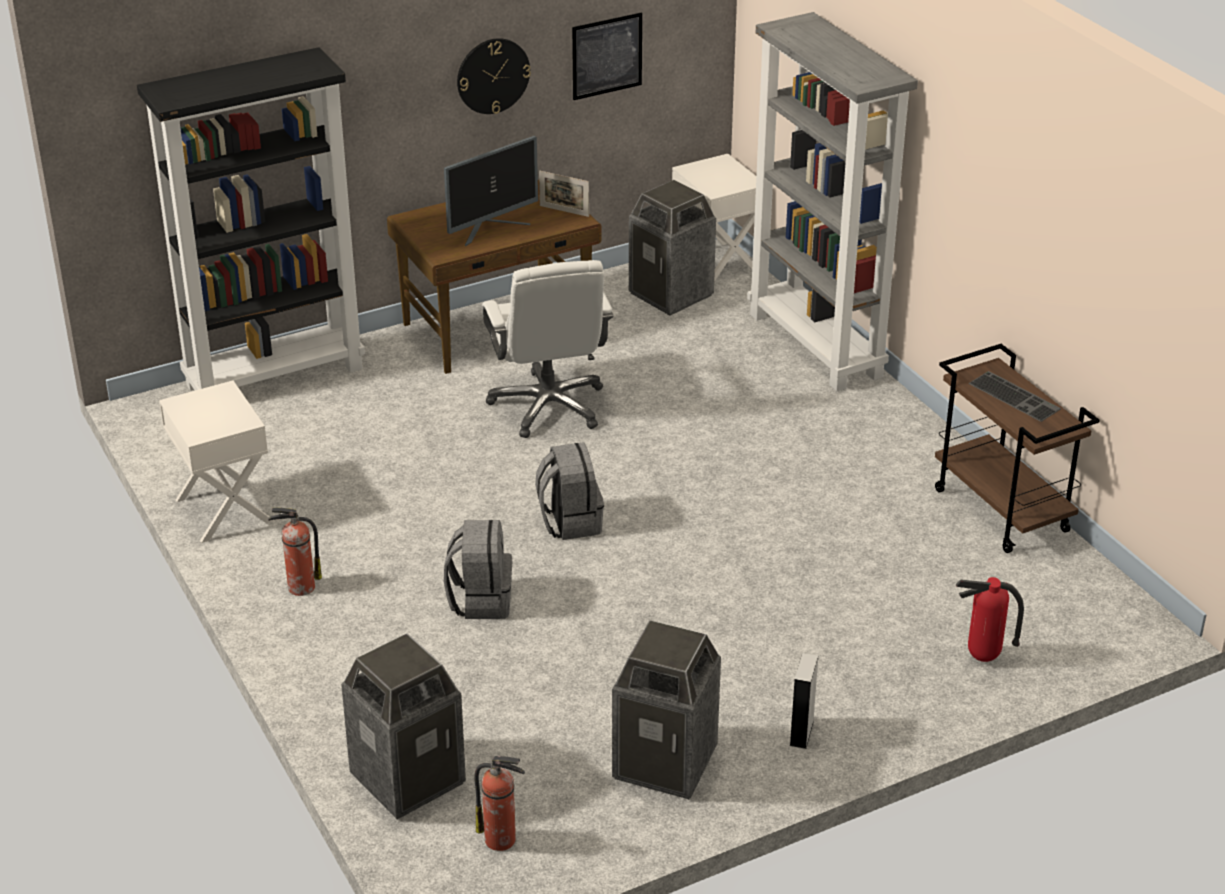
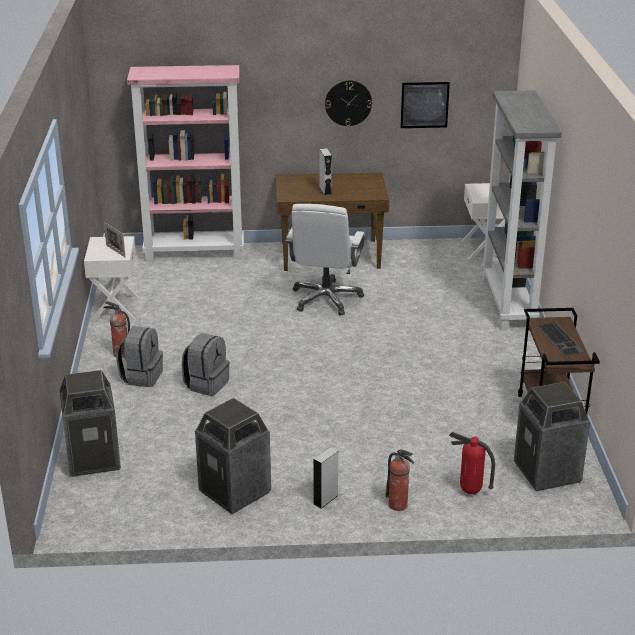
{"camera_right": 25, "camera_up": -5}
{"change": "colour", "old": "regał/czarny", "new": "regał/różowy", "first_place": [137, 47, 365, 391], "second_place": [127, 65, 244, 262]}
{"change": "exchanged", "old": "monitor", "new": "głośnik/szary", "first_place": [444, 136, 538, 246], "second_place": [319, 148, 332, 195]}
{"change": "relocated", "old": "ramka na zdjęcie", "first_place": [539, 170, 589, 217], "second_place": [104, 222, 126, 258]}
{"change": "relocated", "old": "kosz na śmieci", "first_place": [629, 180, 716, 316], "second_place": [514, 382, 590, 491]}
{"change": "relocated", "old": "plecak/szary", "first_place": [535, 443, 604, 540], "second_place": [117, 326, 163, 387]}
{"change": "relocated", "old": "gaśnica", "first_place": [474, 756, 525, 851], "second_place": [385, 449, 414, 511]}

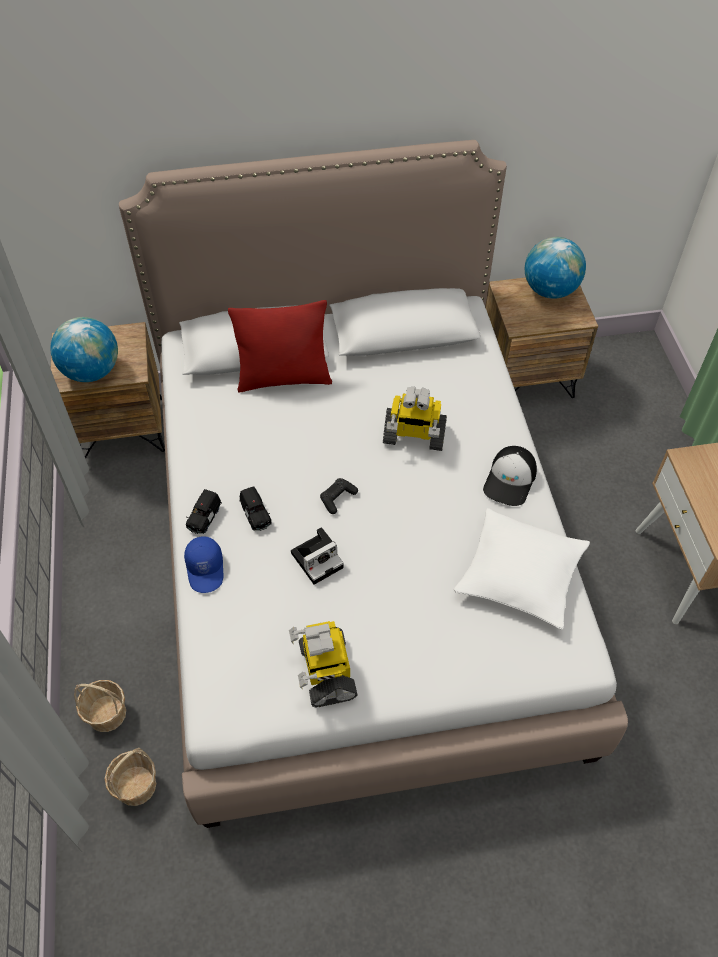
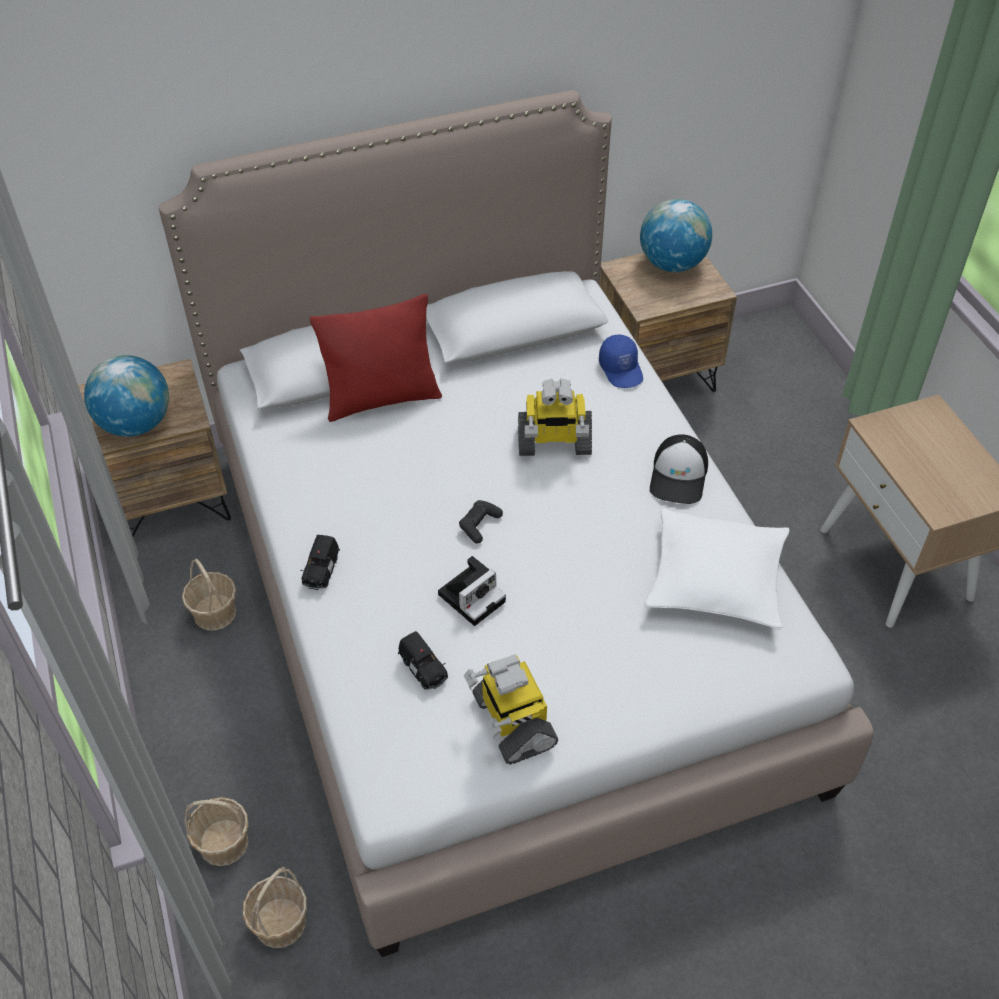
{"camera_right": -10, "camera_up": -5}
{"change": "relocated", "old": "samochodzik/czarny", "first_place": [239, 486, 272, 531], "second_place": [398, 631, 448, 690]}
{"change": "relocated", "old": "czapka z daszkiem/niebieski", "first_place": [184, 536, 223, 593], "second_place": [599, 334, 643, 388]}
{"change": "appeared", "new": "koszyk", "second_place": [182, 559, 237, 630]}

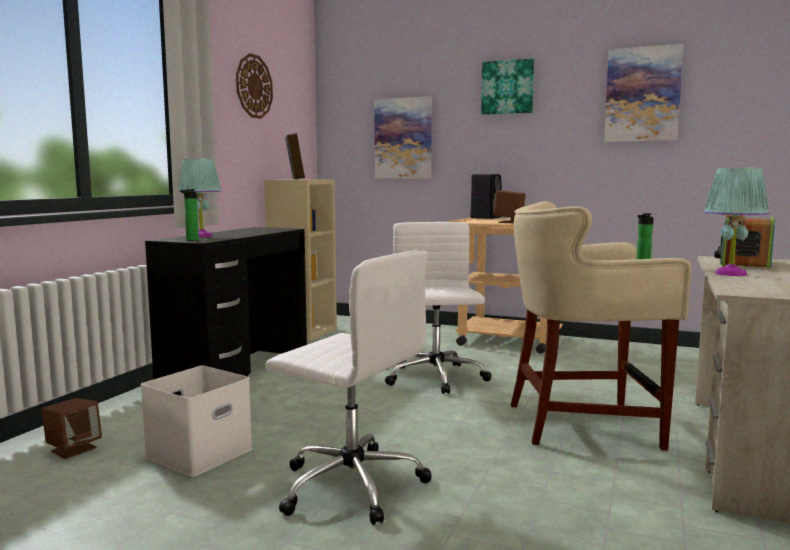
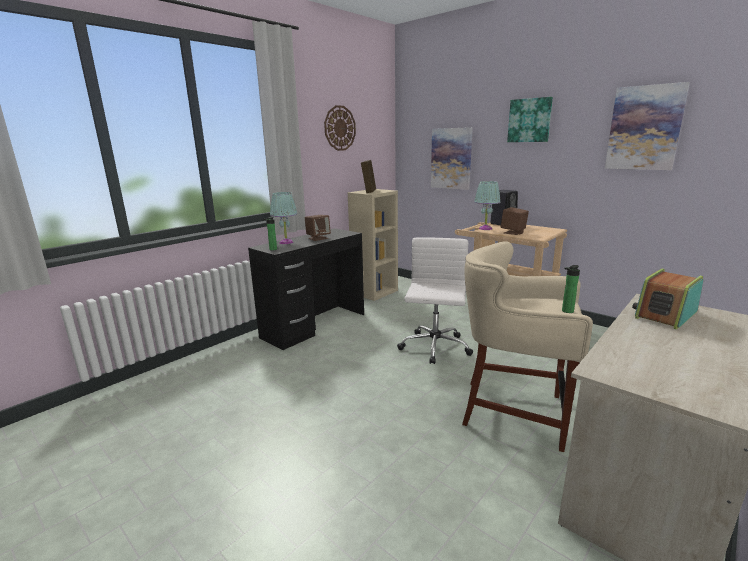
{"camera_right": 20, "camera_up": 10}
{"change": "relocated", "old": "lampa stołowa/turkusowy", "first_place": [704, 168, 769, 276], "second_place": [474, 181, 500, 230]}
{"change": "missing", "old": "krzesło biurowe/biały", "first_place": [265, 250, 432, 525]}
{"change": "missing", "old": "pojemnik do przechowywania/biały", "first_place": [141, 366, 253, 477]}
{"change": "relocated", "old": "głośnik/brązowy", "first_place": [42, 398, 102, 459], "second_place": [305, 215, 331, 241]}

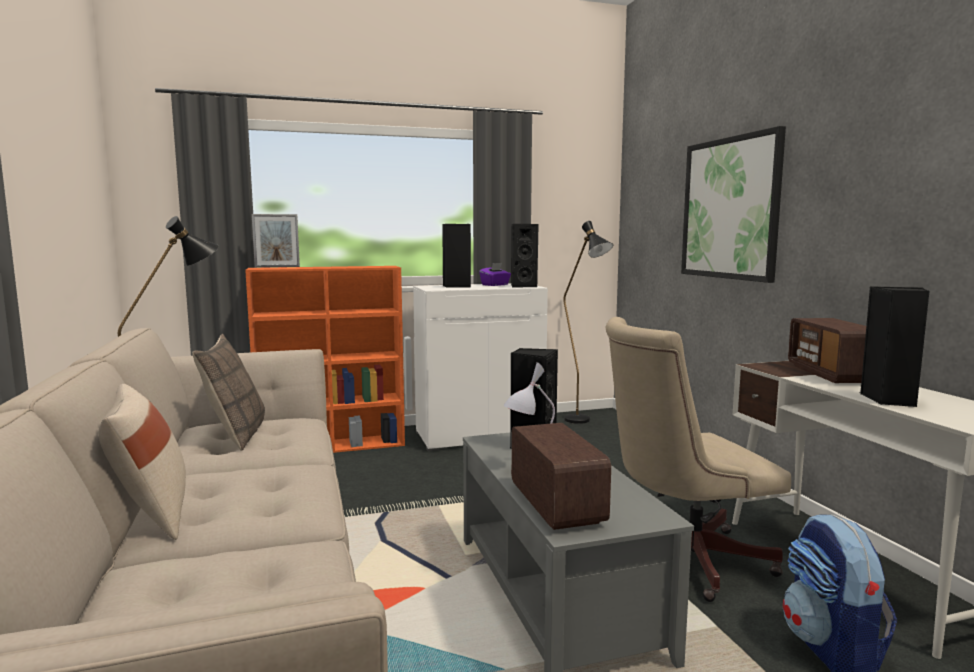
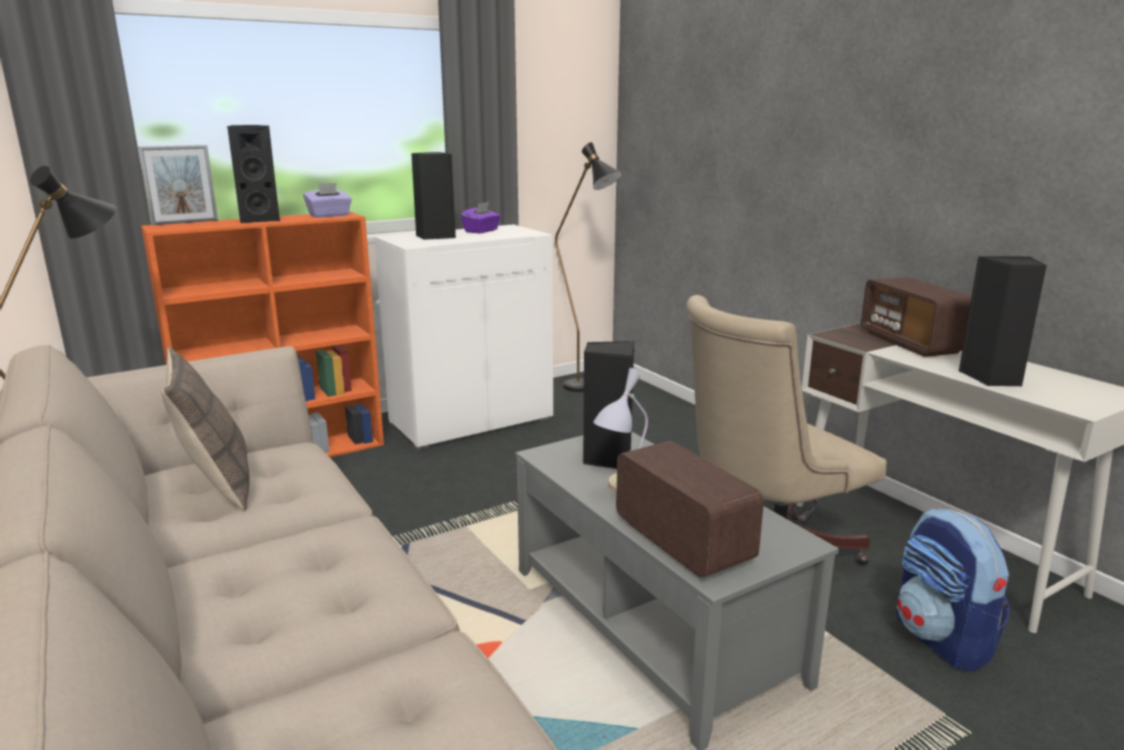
{"camera_right": -15, "camera_up": 10}
{"change": "missing", "old": "obraz", "first_place": [681, 126, 786, 283]}
{"change": "relocated", "old": "głośnik/czarny", "first_place": [511, 224, 539, 288], "second_place": [227, 125, 280, 223]}
{"change": "missing", "old": "poduszka/beżowy", "first_place": [99, 384, 186, 540]}
{"change": "appeared", "new": "pudełko chusteczek/fioletowy", "second_place": [303, 183, 352, 218]}

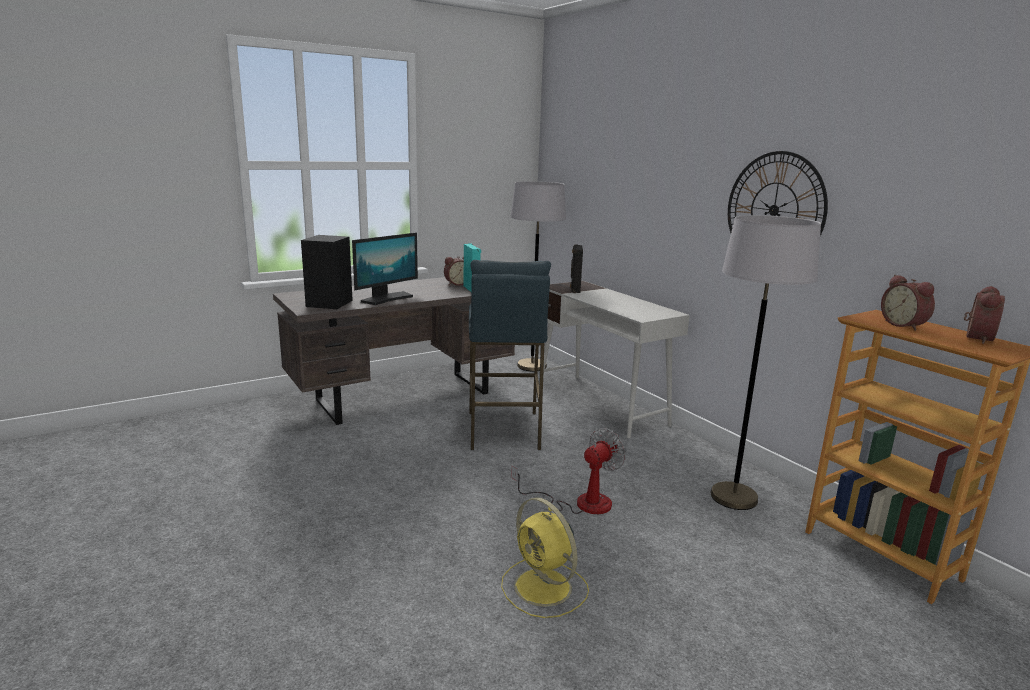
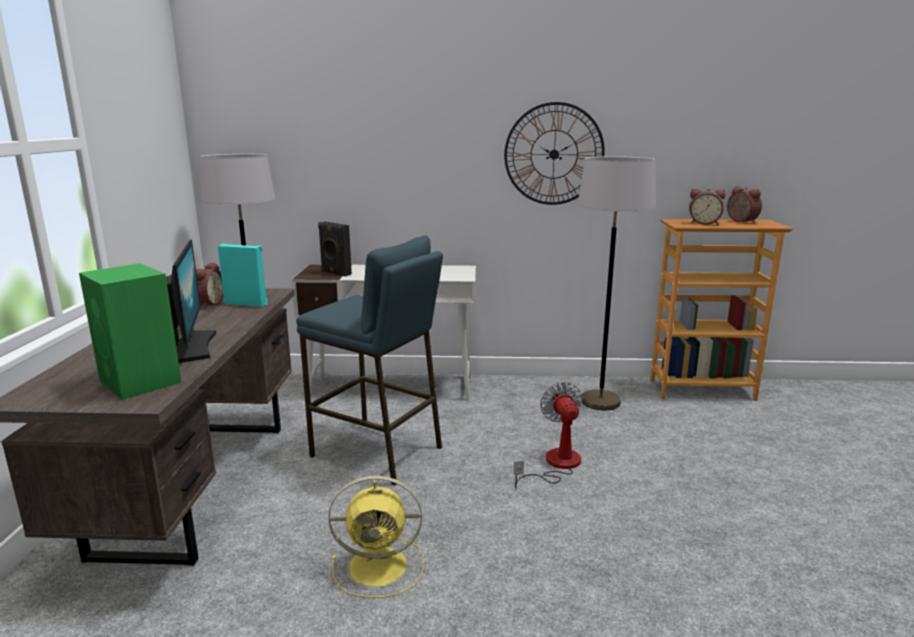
{"camera_right": -55, "camera_up": 0}
{"change": "colour", "old": "głośnik/czarny", "new": "głośnik/zielony", "first_place": [301, 235, 353, 309], "second_place": [79, 263, 182, 400]}
{"change": "relocated", "old": "wentylator/żółty", "first_place": [501, 497, 589, 618], "second_place": [328, 476, 424, 598]}

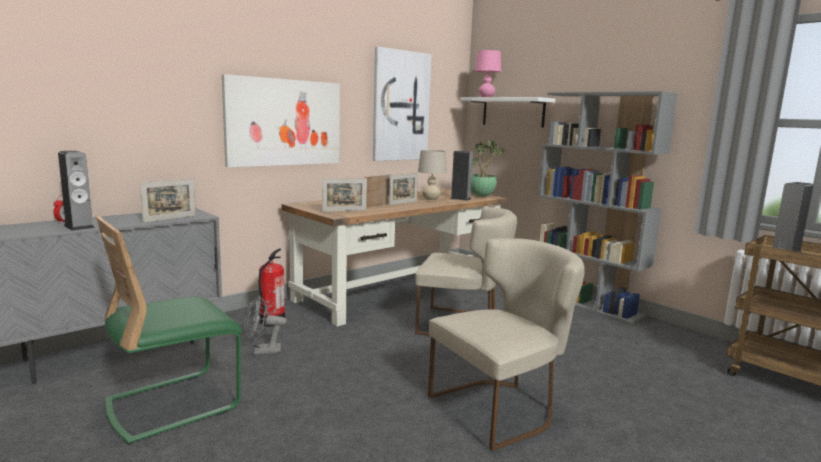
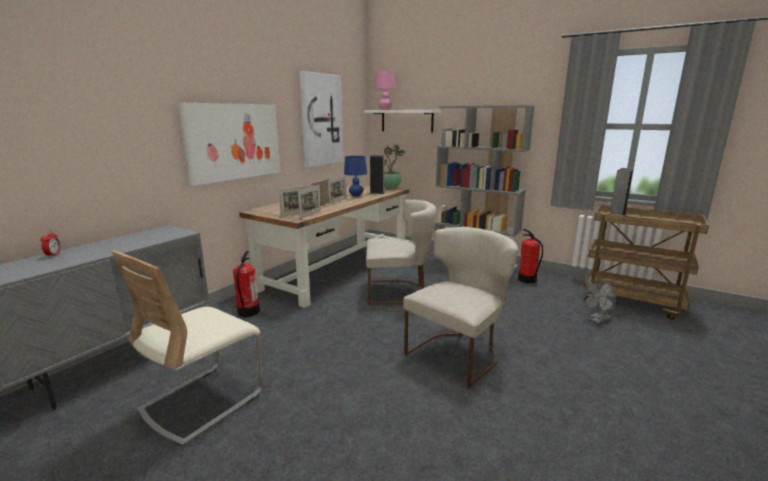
{"camera_right": -15, "camera_up": 5}
{"change": "colour", "old": "lampa stołowa/beżowy", "new": "lampa stołowa/niebieski", "first_place": [418, 150, 447, 201], "second_place": [344, 156, 367, 197]}
{"change": "missing", "old": "głośnik", "first_place": [58, 151, 95, 231]}
{"change": "relocated", "old": "ramka na zdjęcie", "first_place": [140, 178, 196, 223], "second_place": [298, 185, 321, 219]}
{"change": "colour", "old": "krzesło/zielony", "new": "krzesło/beżowy", "first_place": [96, 215, 243, 445], "second_place": [112, 250, 263, 447]}
{"change": "relocated", "old": "wentylator/szary", "first_place": [244, 296, 287, 355], "second_place": [582, 279, 616, 323]}
{"change": "appeared", "new": "gaśnica", "second_place": [518, 229, 543, 283]}

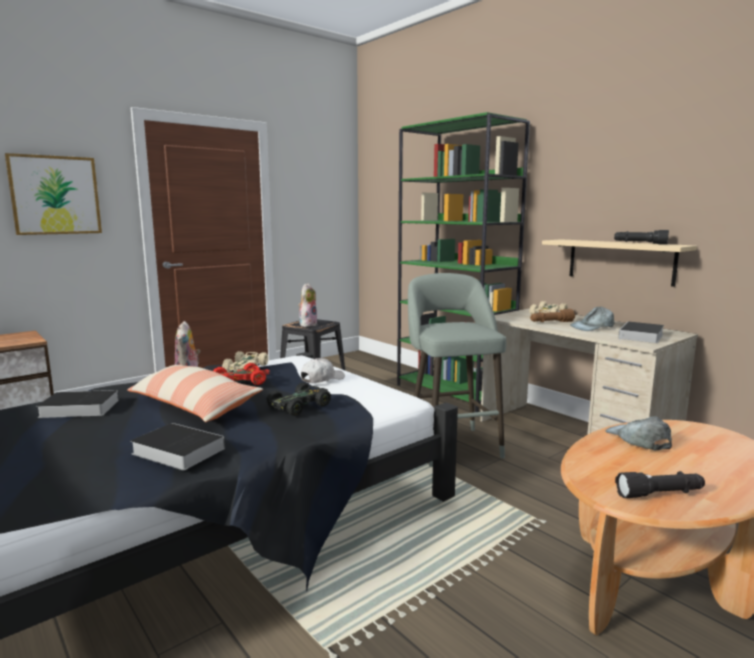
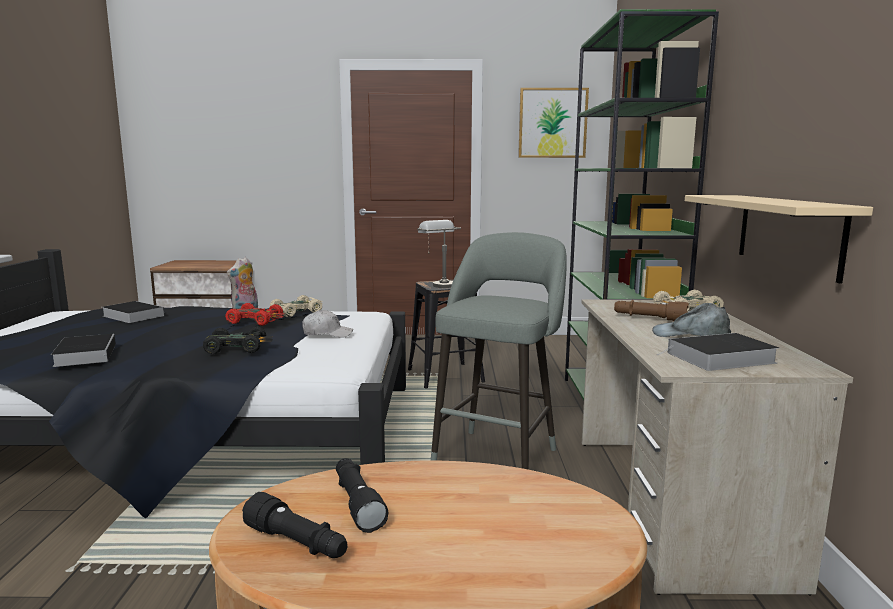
{"camera_right": 40, "camera_up": 0}
{"change": "relocated", "old": "obraz", "first_place": [5, 153, 102, 235], "second_place": [518, 88, 589, 158]}
{"change": "relocated", "old": "latarka/czarny", "first_place": [614, 230, 669, 245], "second_place": [336, 458, 388, 533]}
{"change": "exchanged", "old": "pluszak", "new": "lampa stołowa/szary", "first_place": [298, 283, 318, 327], "second_place": [417, 220, 461, 288]}
{"change": "missing", "old": "poduszka", "first_place": [127, 364, 263, 422]}
{"change": "missing", "old": "czapka z daszkiem/szary", "first_place": [605, 416, 672, 450]}

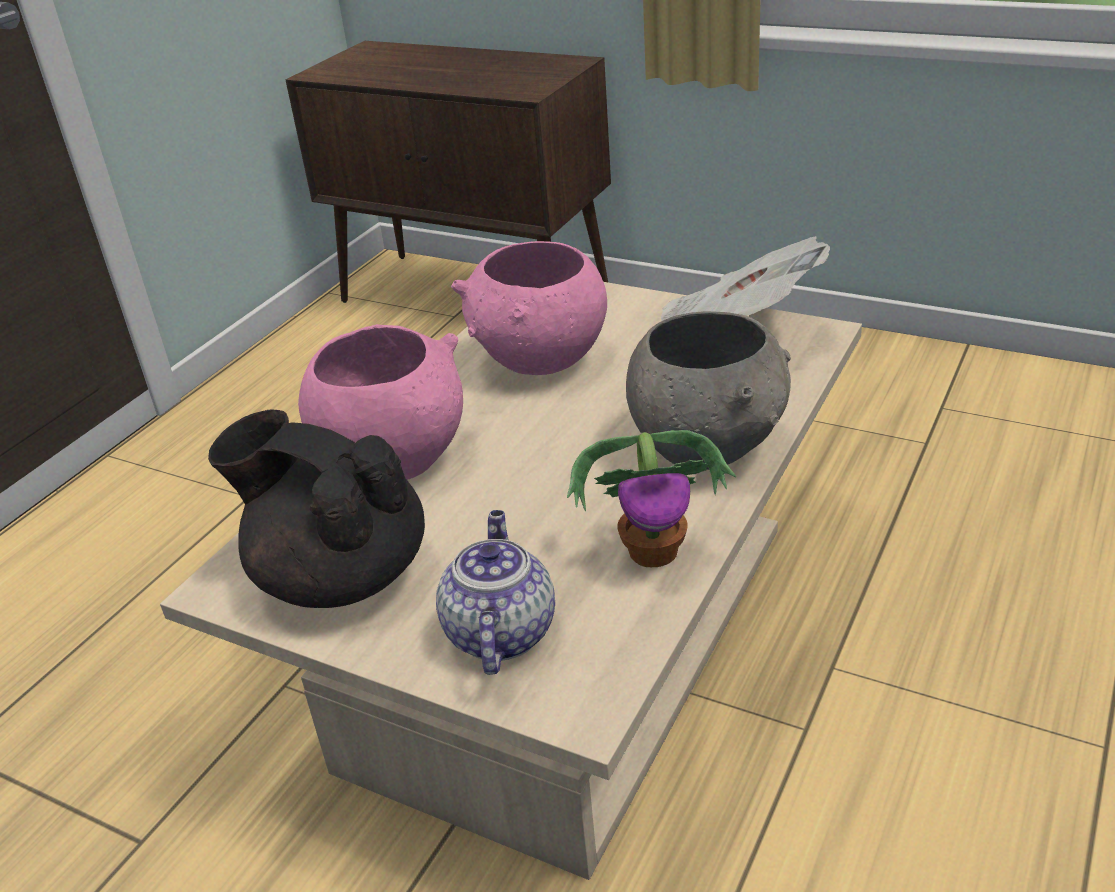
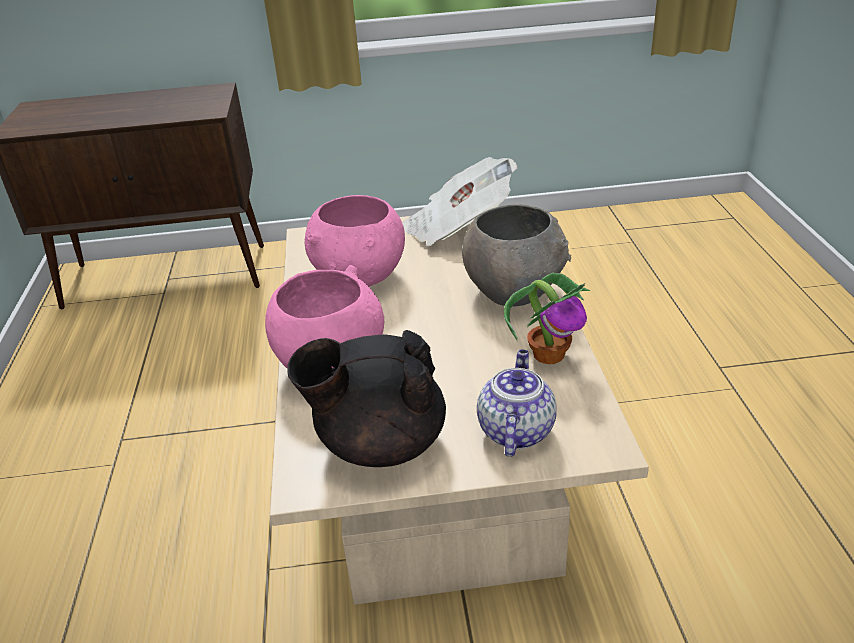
{"camera_right": -35, "camera_up": 0}
{"change": "spun", "old": "imbryk", "first_place": [436, 510, 555, 675], "second_place": [477, 349, 557, 457], "degrees": 45}

